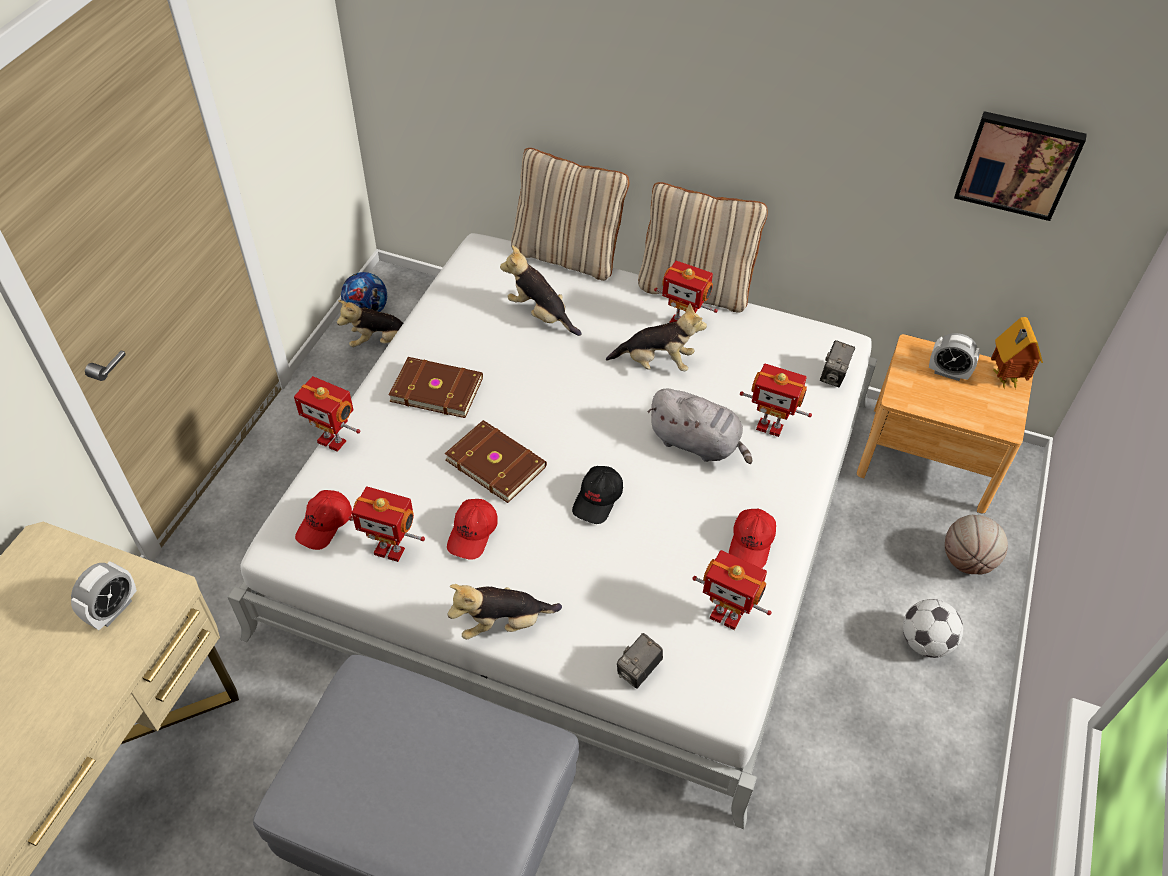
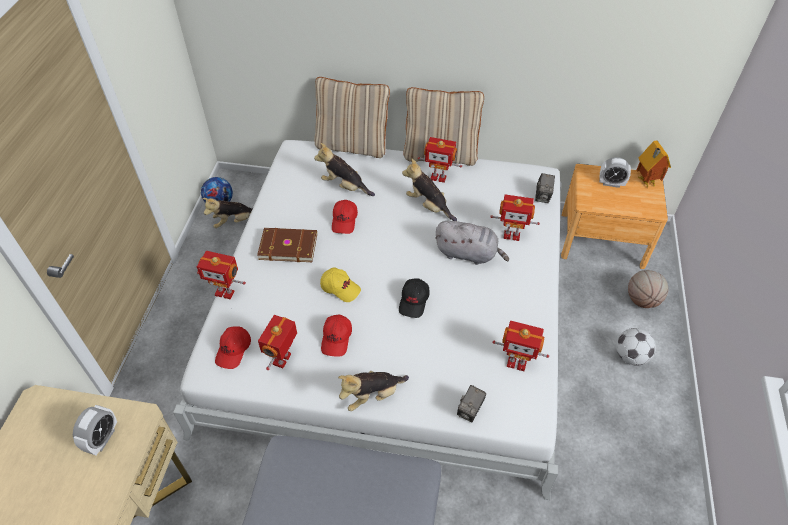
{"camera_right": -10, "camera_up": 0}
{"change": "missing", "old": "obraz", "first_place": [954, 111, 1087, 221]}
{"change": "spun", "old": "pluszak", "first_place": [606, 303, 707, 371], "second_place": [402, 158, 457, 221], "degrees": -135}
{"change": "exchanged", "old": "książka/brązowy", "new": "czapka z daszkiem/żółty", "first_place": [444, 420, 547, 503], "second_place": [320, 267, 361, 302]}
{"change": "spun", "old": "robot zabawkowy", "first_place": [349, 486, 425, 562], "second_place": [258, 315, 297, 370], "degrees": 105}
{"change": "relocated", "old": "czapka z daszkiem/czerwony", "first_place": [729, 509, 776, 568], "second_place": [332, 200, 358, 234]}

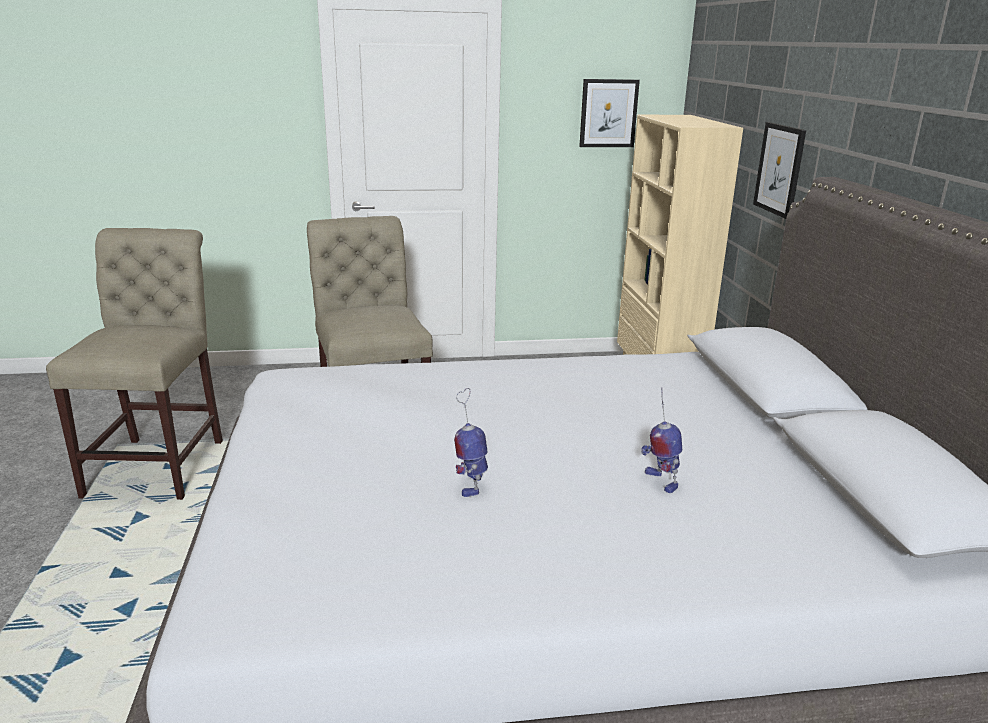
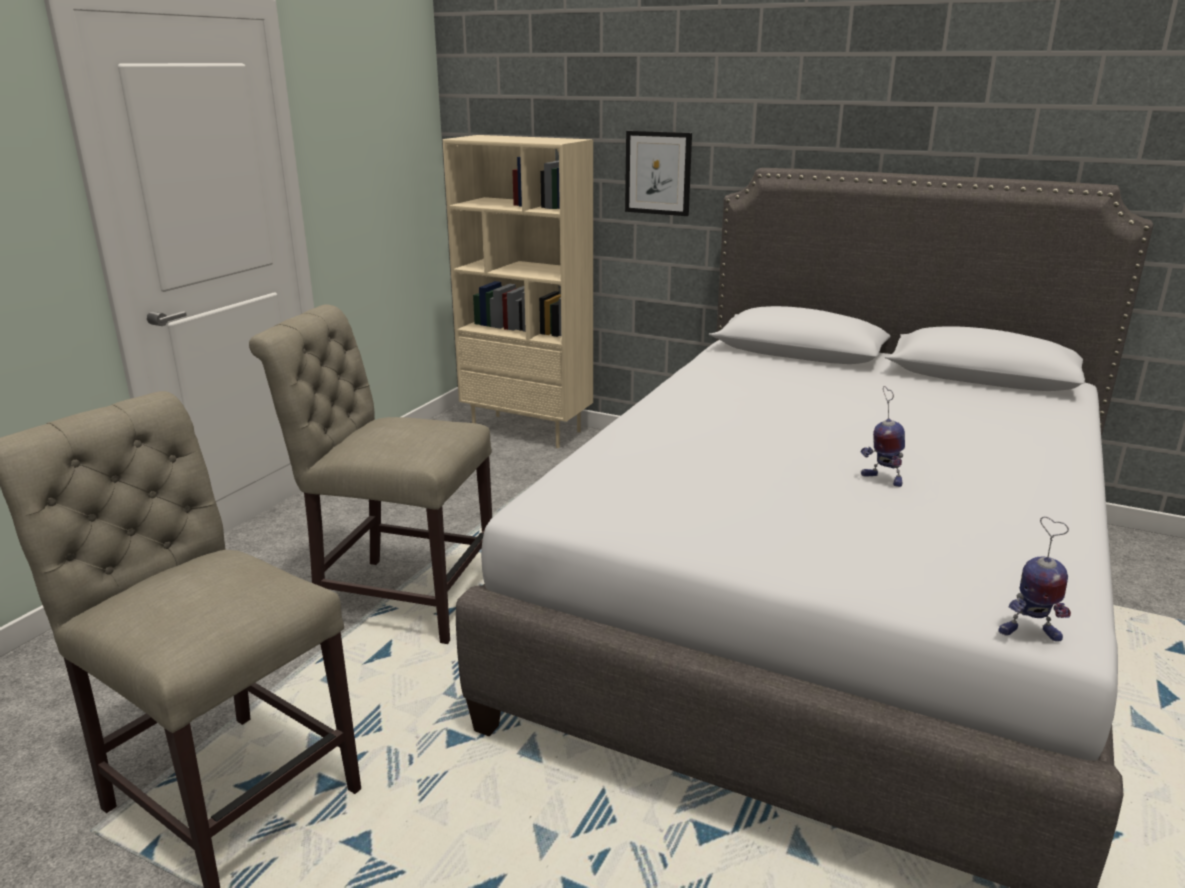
{"camera_right": -55, "camera_up": 0}
{"change": "missing", "old": "obraz", "first_place": [579, 79, 640, 147]}
{"change": "relocated", "old": "robot zabawkowy", "first_place": [641, 387, 682, 493], "second_place": [998, 517, 1071, 641]}

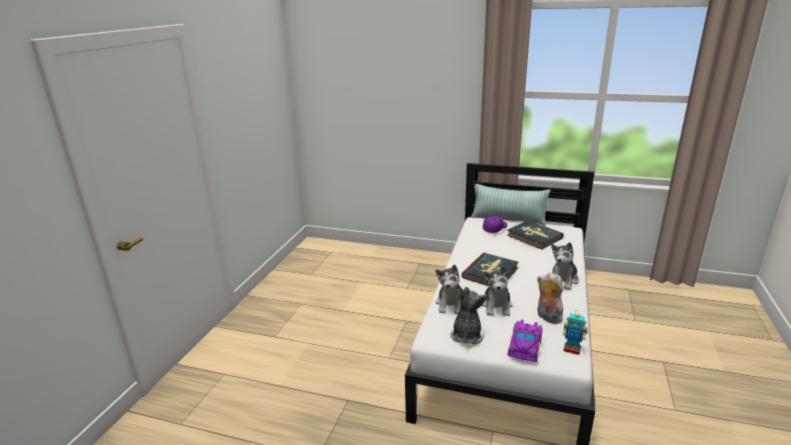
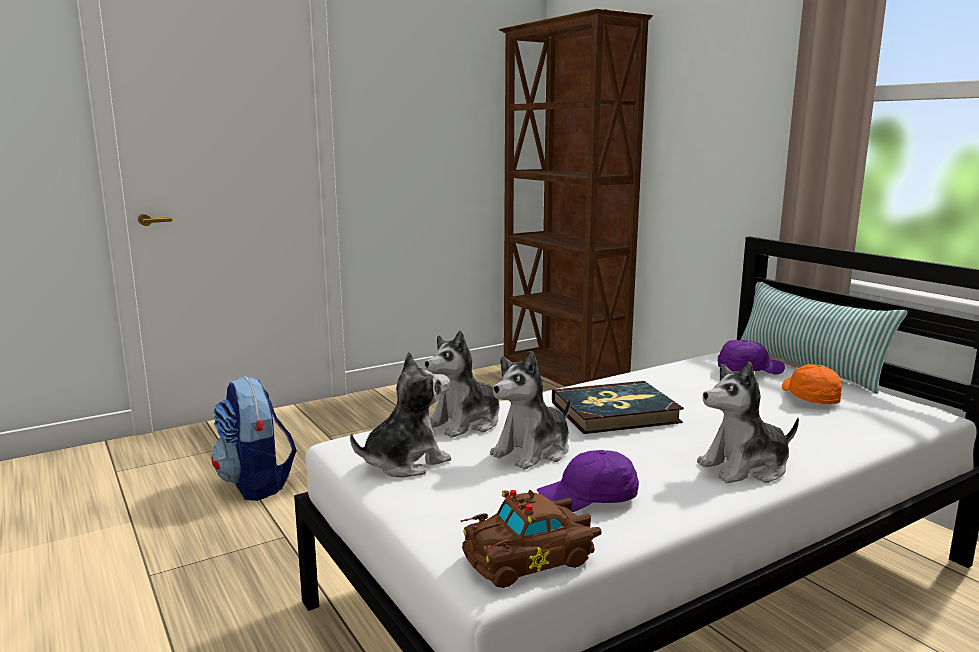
{"camera_right": 40, "camera_up": -10}
{"change": "exchanged", "old": "książka", "new": "czapka z daszkiem/pomarańczowy", "first_place": [507, 220, 563, 249], "second_place": [782, 364, 842, 404]}
{"change": "exchanged", "old": "pluszak", "new": "czapka z daszkiem/fioletowy", "first_place": [537, 272, 564, 324], "second_place": [537, 450, 639, 512]}
{"change": "exchanged", "old": "robot zabawkowy", "new": "samochodzik/brązowy", "first_place": [563, 310, 587, 355], "second_place": [461, 489, 602, 588]}
{"change": "missing", "old": "samochodzik/fioletowy", "first_place": [507, 320, 543, 362]}
{"change": "appeared", "new": "regał/brązowy", "second_place": [499, 9, 653, 387]}
{"change": "appeared", "new": "plecak", "second_place": [211, 376, 297, 501]}

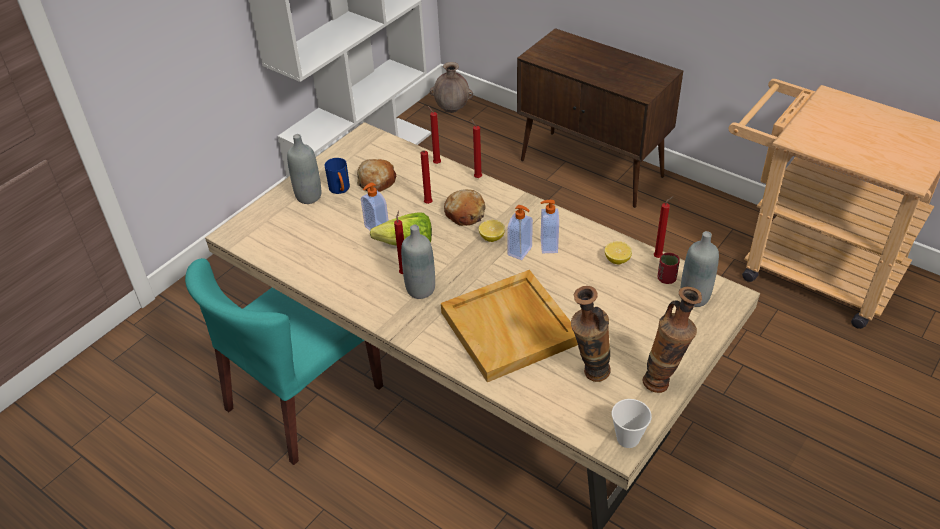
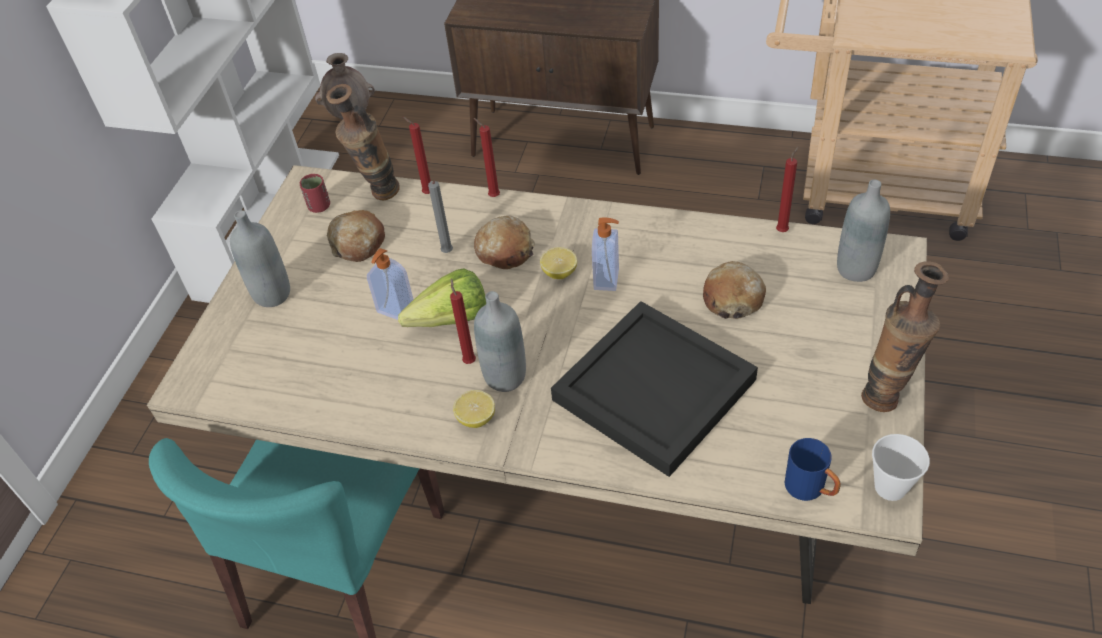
{"camera_right": -20, "camera_up": 5}
{"change": "colour", "old": "świeca/czerwony", "new": "świeca/szary", "first_place": [421, 150, 432, 204], "second_place": [428, 181, 453, 253]}
{"change": "relocated", "old": "kubek/niebieski", "first_place": [325, 158, 350, 194], "second_place": [785, 438, 841, 501]}
{"change": "missing", "old": "dozownik mydła", "first_place": [540, 200, 559, 253]}
{"change": "relocated", "old": "cytryna", "first_place": [605, 241, 632, 264], "second_place": [453, 390, 495, 428]}
{"change": "relocated", "old": "filiżanka/czerwony", "first_place": [658, 253, 680, 284], "second_place": [300, 174, 330, 213]}
{"change": "colour", "old": "taca/beżowy", "new": "taca/czarny", "first_place": [441, 270, 578, 382], "second_place": [551, 301, 758, 477]}
{"change": "relocated", "old": "wazon", "first_place": [571, 286, 611, 382], "second_place": [326, 84, 400, 200]}
{"change": "appeared", "new": "chleb", "second_place": [703, 261, 766, 319]}

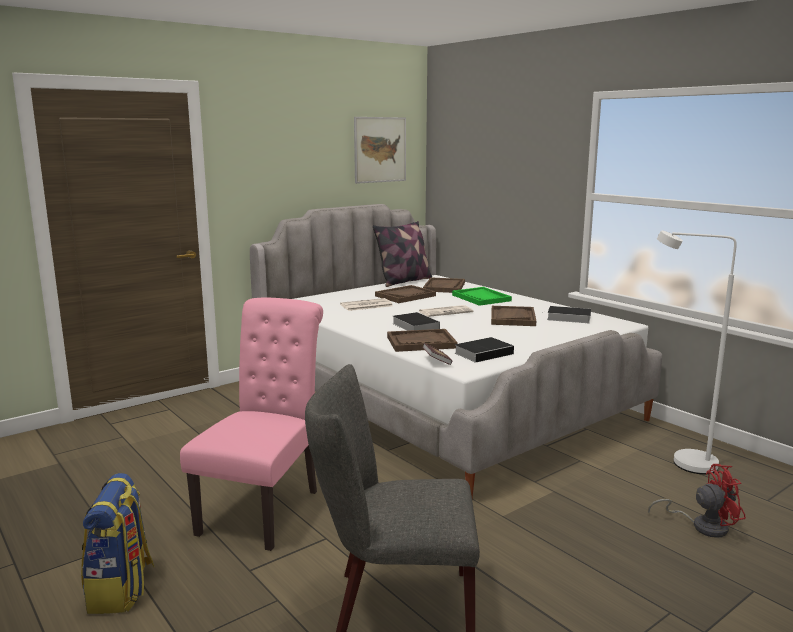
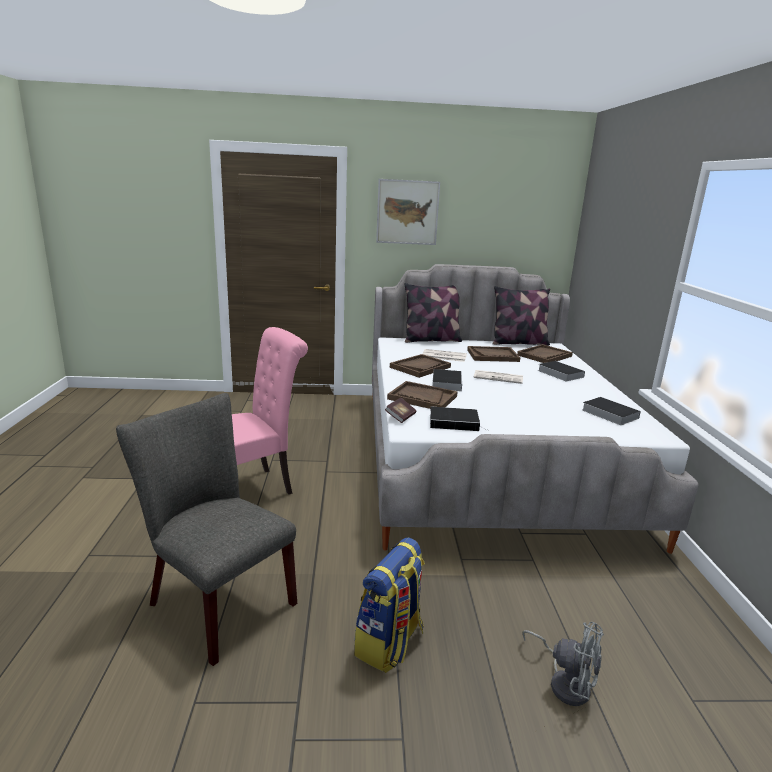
{"camera_right": 35, "camera_up": 5}
{"change": "relocated", "old": "obraz", "first_place": [354, 117, 406, 184], "second_place": [376, 179, 440, 245]}
{"change": "missing", "old": "lampa stojąca/biały", "first_place": [657, 230, 737, 474]}
{"change": "exchanged", "old": "taca/zielony", "new": "książka", "first_place": [452, 287, 512, 306], "second_place": [538, 361, 585, 381]}
{"change": "relocated", "old": "taca/brązowy", "first_place": [491, 306, 536, 326], "second_place": [390, 354, 451, 378]}
{"change": "colour", "old": "wentylator/czerwony", "new": "wentylator/szary", "first_place": [648, 464, 746, 538], "second_place": [522, 622, 604, 706]}
{"change": "relocated", "old": "plecak", "first_place": [81, 473, 155, 614], "second_place": [354, 537, 425, 673]}
{"change": "appeared", "new": "poduszka", "second_place": [404, 283, 462, 343]}

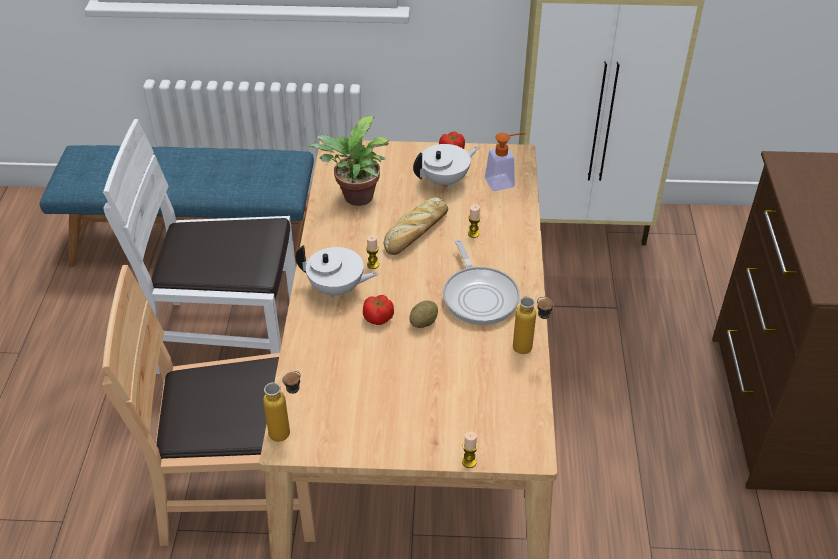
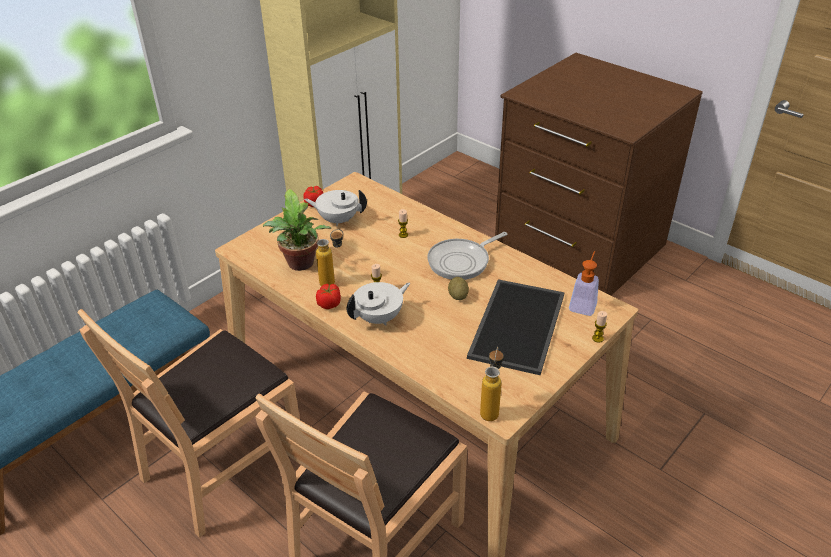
{"camera_right": -50, "camera_up": -5}
{"change": "colour", "old": "krzesło/biały", "new": "krzesło/brązowy", "first_place": [103, 119, 296, 374], "second_place": [78, 309, 300, 538]}
{"change": "relocated", "old": "dozownik mydła", "first_place": [485, 133, 526, 191], "second_place": [569, 251, 599, 316]}
{"change": "spun", "old": "imbryk/biały", "first_place": [413, 144, 479, 188], "second_place": [304, 190, 367, 226], "degrees": -90}
{"change": "missing", "old": "chleb", "first_place": [383, 197, 448, 255]}
{"change": "spun", "old": "patelnia", "first_place": [443, 239, 520, 325], "second_place": [427, 232, 508, 280], "degrees": 120}
{"change": "relocated", "old": "pomidor", "first_place": [363, 295, 394, 325], "second_place": [316, 284, 341, 309]}
{"change": "relocated", "old": "butelka", "first_place": [513, 297, 554, 354], "second_place": [316, 229, 343, 286]}
{"change": "appeared", "new": "taca", "second_place": [467, 279, 565, 375]}

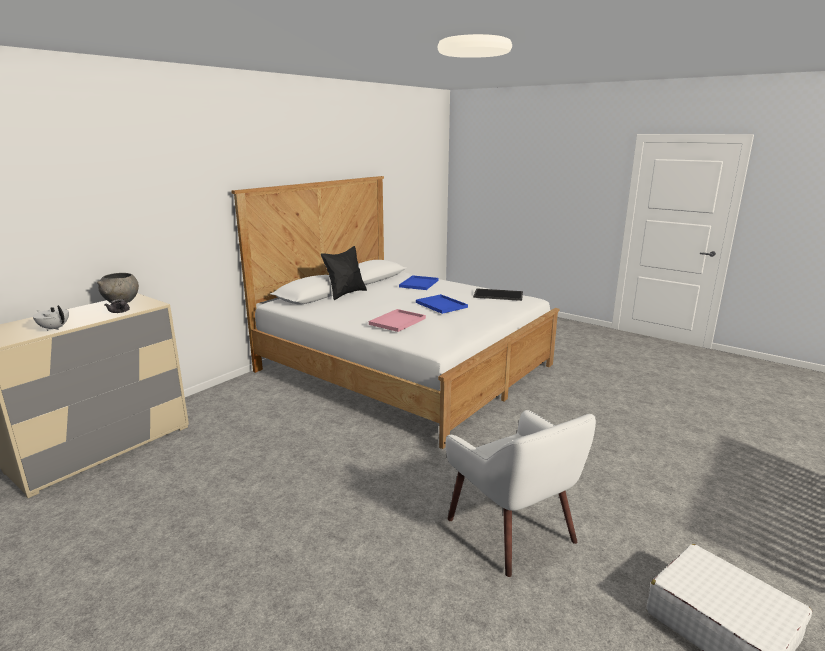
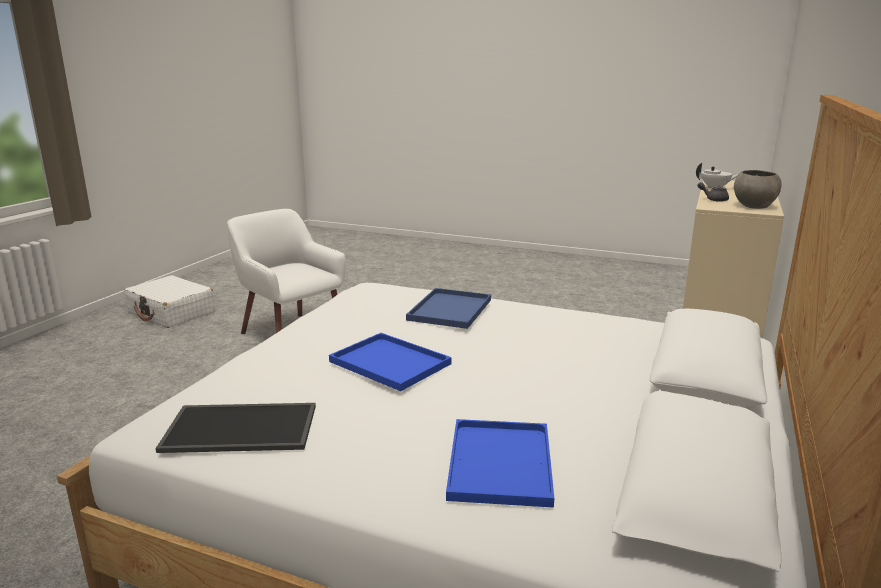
{"camera_right": 165, "camera_up": 0}
{"change": "missing", "old": "poduszka/czarny", "first_place": [321, 246, 367, 300]}
{"change": "colour", "old": "taca/różowy", "new": "taca/niebieski", "first_place": [369, 309, 426, 332], "second_place": [406, 288, 491, 329]}

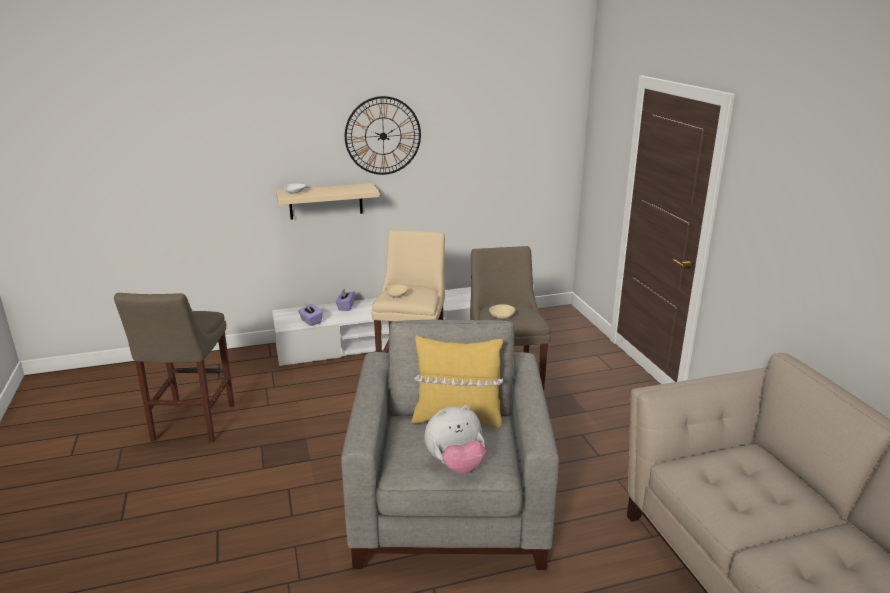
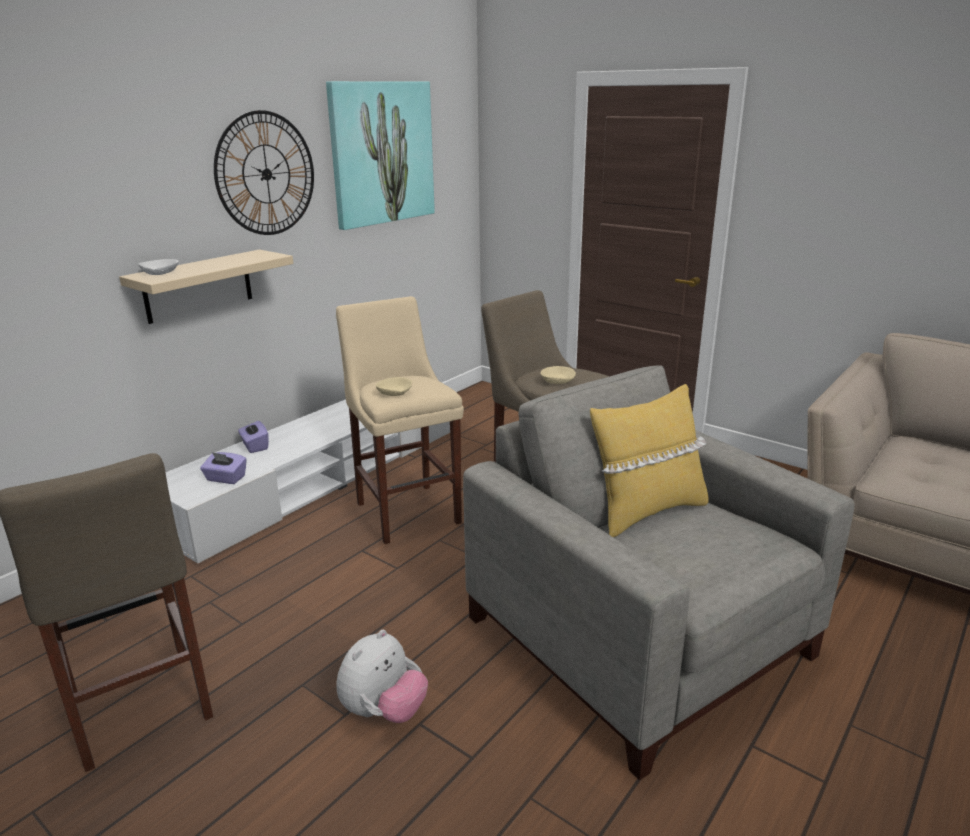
{"camera_right": -35, "camera_up": 0}
{"change": "relocated", "old": "pluszak", "first_place": [424, 405, 485, 474], "second_place": [336, 630, 428, 723]}
{"change": "appeared", "new": "obraz", "second_place": [326, 81, 435, 230]}

